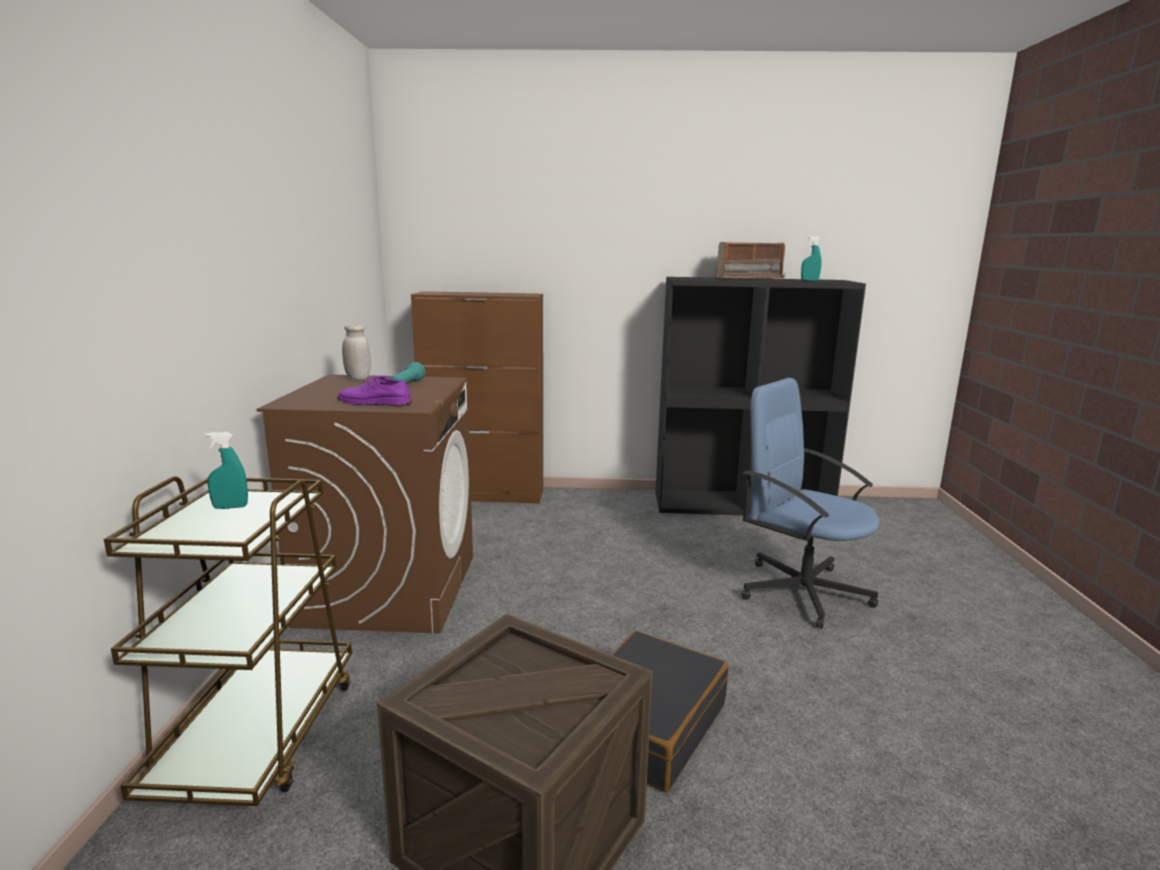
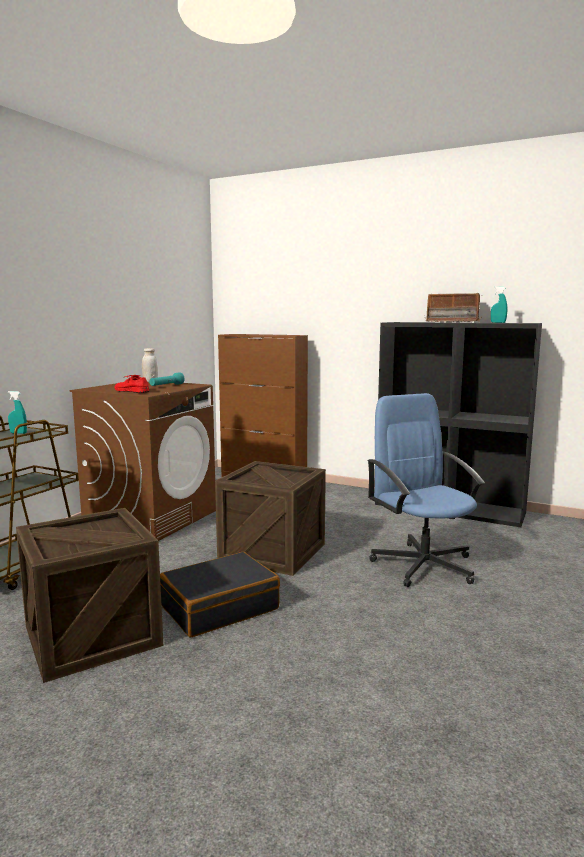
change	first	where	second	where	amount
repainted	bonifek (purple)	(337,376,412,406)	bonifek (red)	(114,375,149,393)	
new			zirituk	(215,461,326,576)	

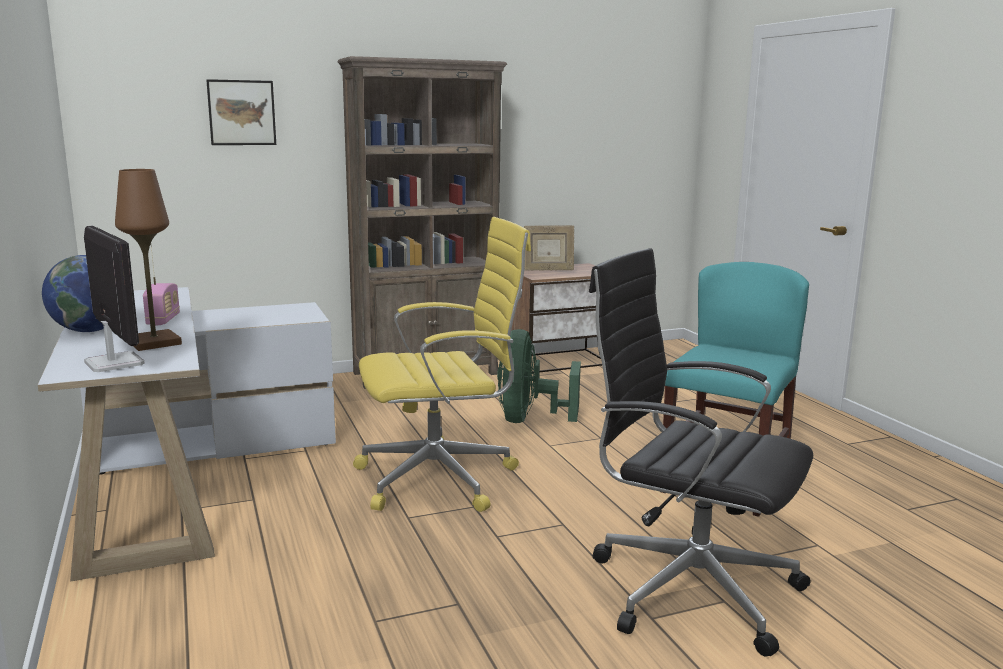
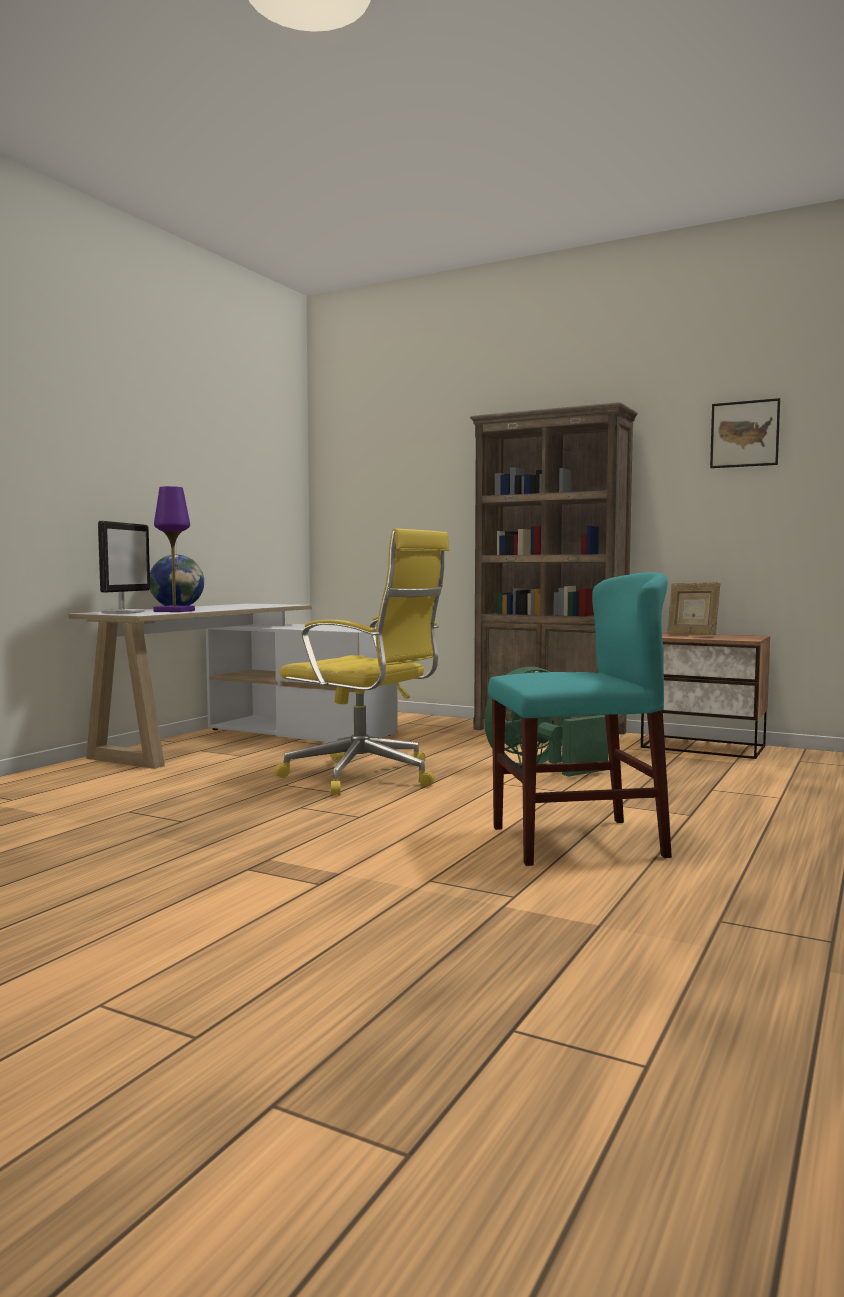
change	first	where	second	where	amount
shifted	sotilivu	(206,79,276,145)		(710,398,780,468)	
repainted	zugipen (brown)	(115,169,182,351)	zugipen (purple)	(153,486,195,612)	
gone	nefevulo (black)	(589,248,813,657)			
gone	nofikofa	(143,283,180,325)			

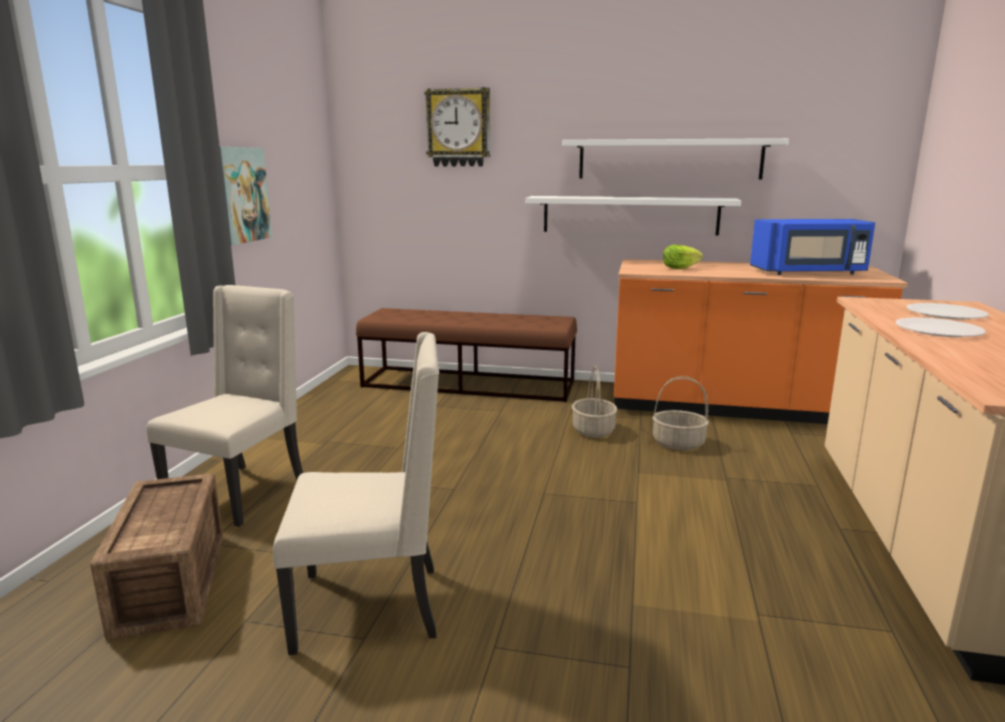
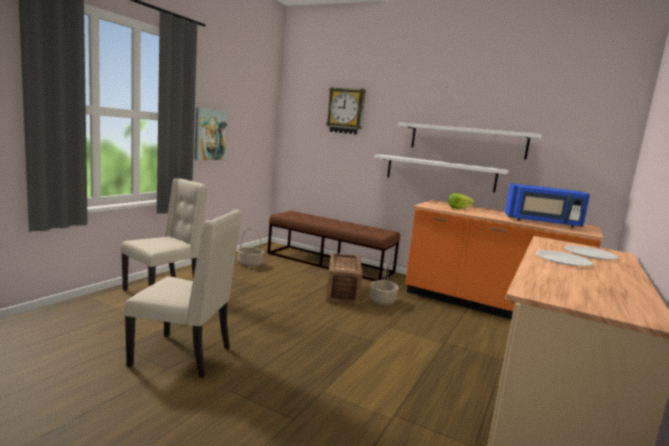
change	first	where	second	where	amount
shifted	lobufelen	(652,376,709,450)		(237,228,264,267)	
shifted	zirituk	(90,473,223,640)		(326,253,362,305)	

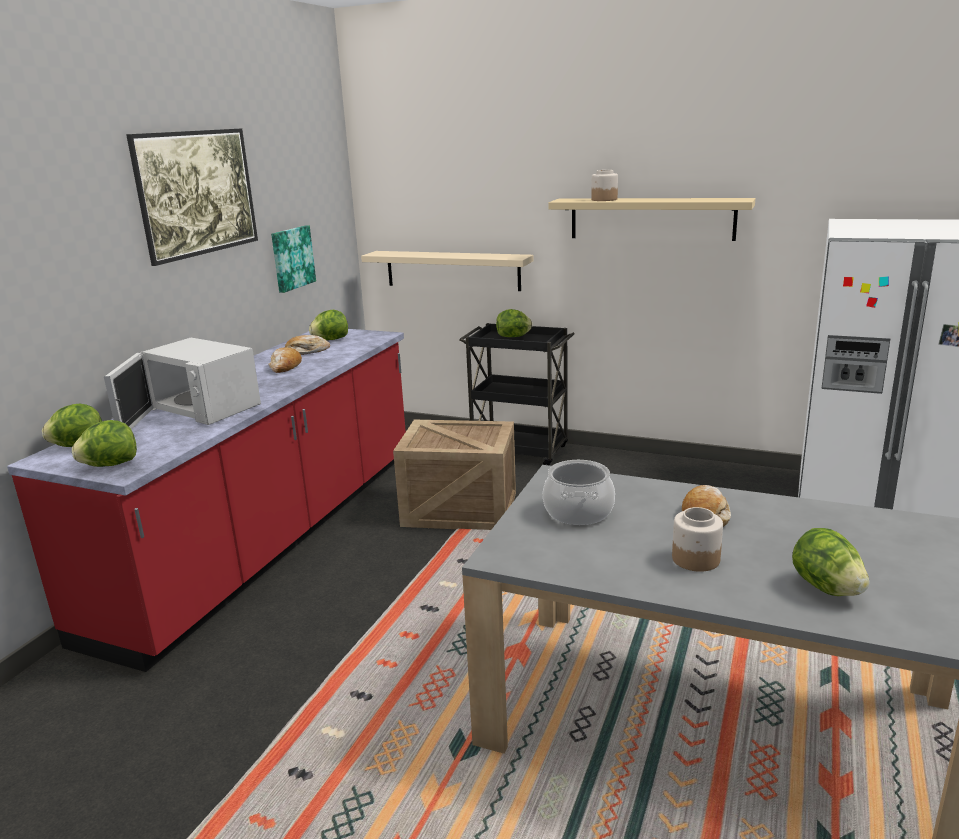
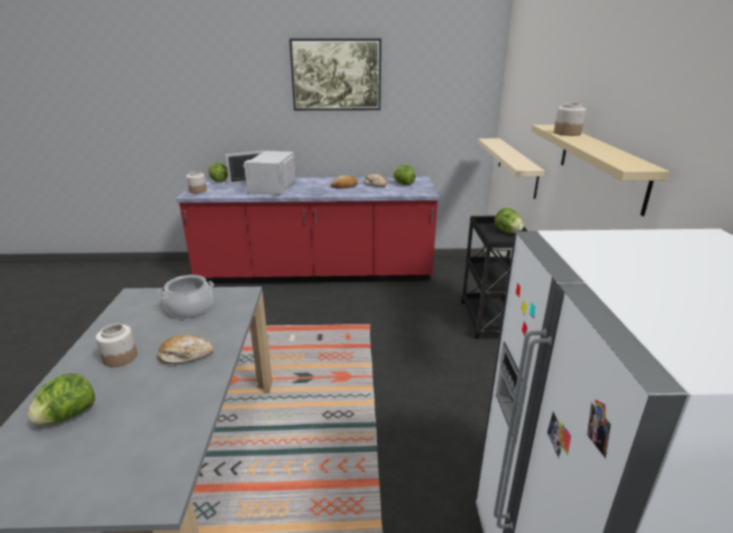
change	first	where	second	where	amount
gone	sotilivu	(271,226,316,293)			
swapped	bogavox	(72,420,137,467)	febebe	(187,171,207,193)	
gone	zirituk	(393,420,516,530)			

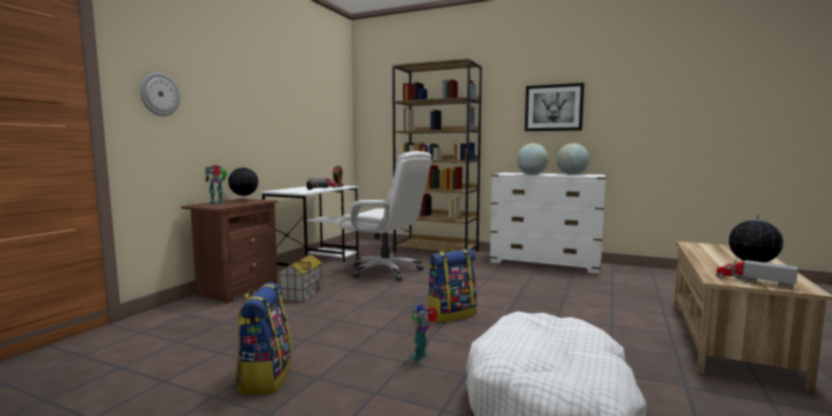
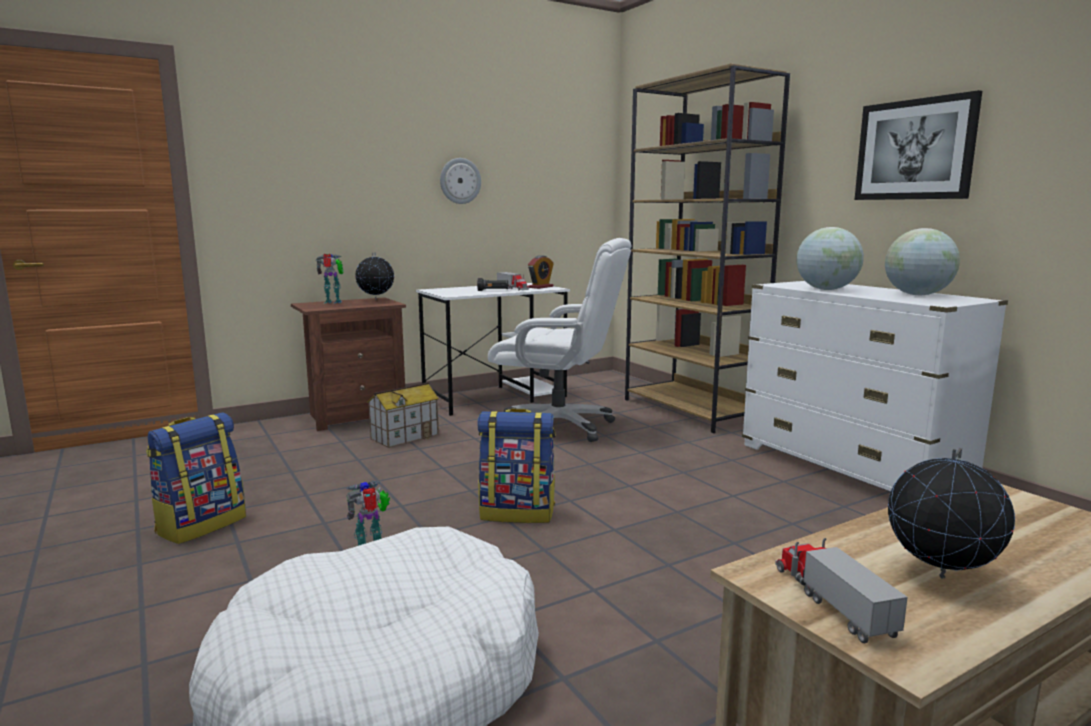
change	first	where	second	where	amount
shifted	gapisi	(140,72,180,116)		(440,158,481,204)	
rotated	nefevulo (white)	(338,151,432,281)		(488,238,632,442)	45 degrees counterclockwise

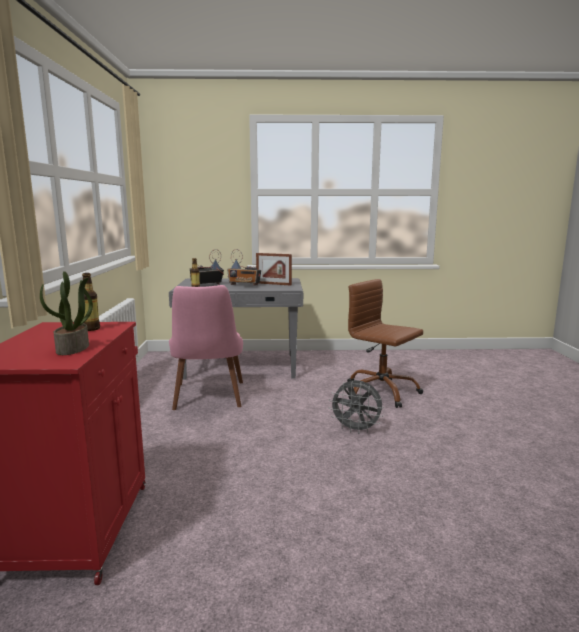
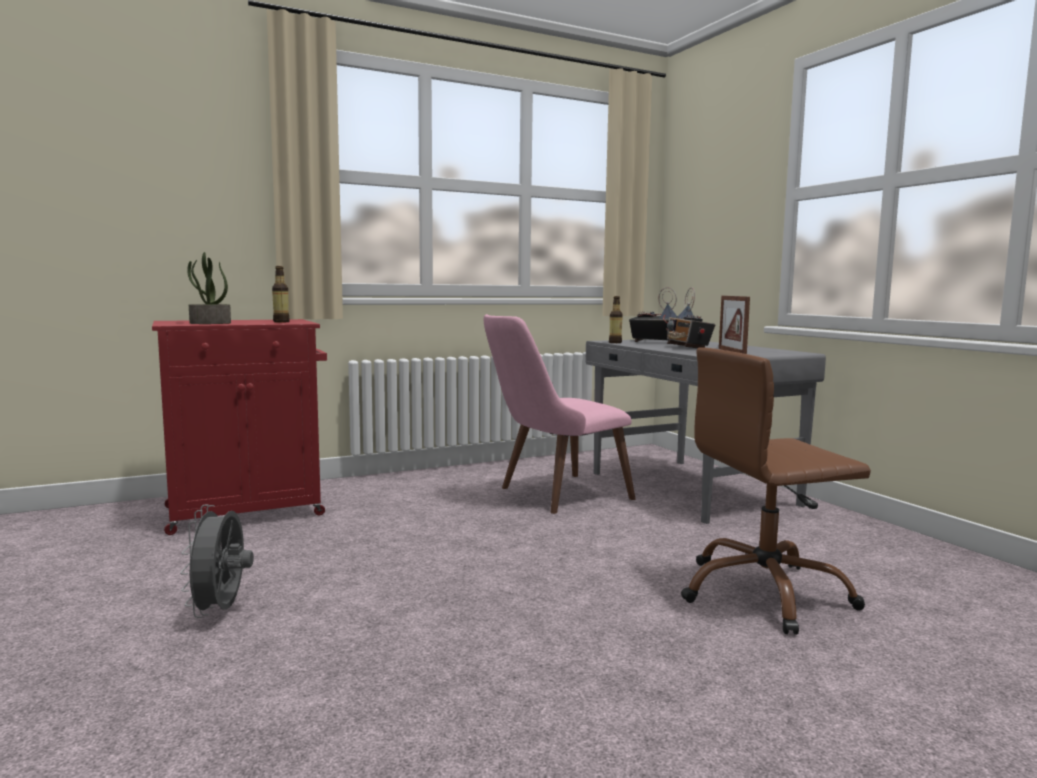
change	first	where	second	where	amount
rotated	nefevulo (brown)	(347,279,423,408)		(681,347,871,635)	120 degrees counterclockwise
shifted	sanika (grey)	(329,380,384,434)		(180,505,254,618)	

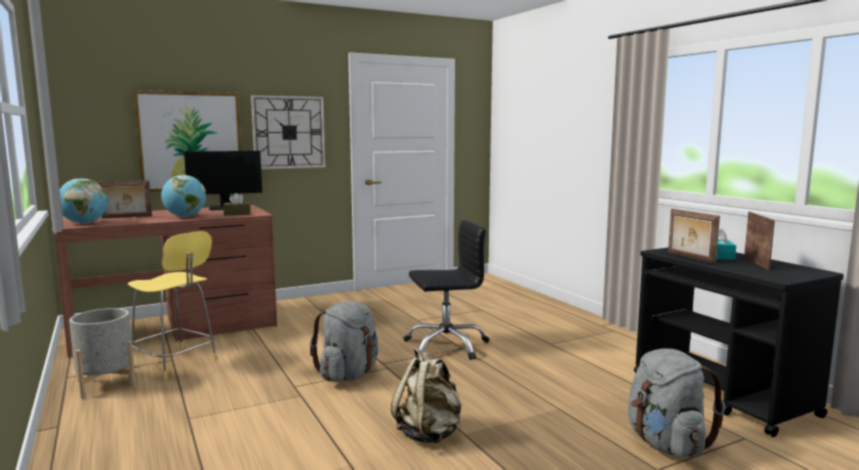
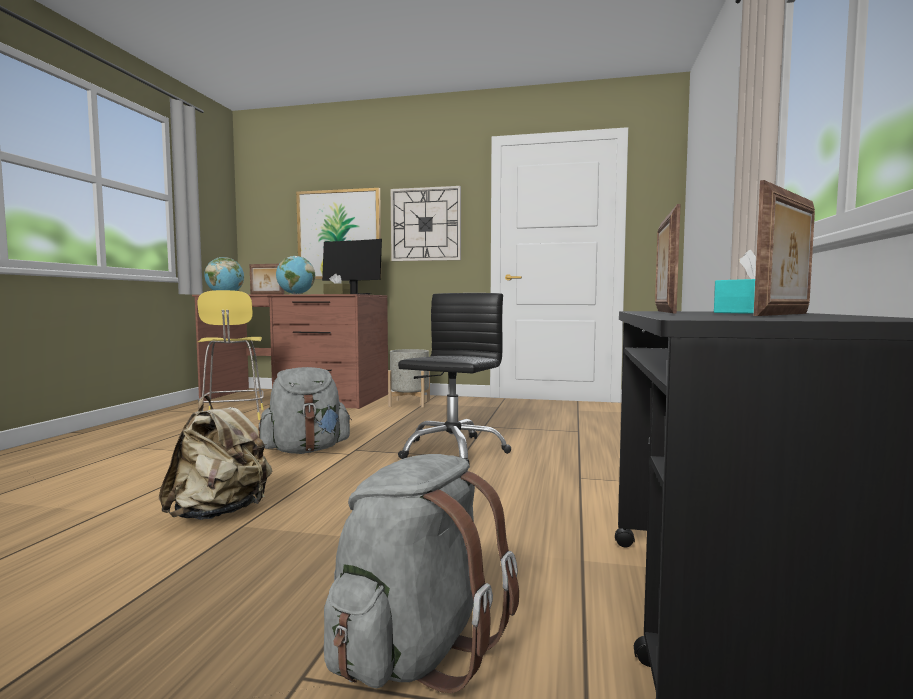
change	first	where	second	where	amount
rotated	nefevulo (black)	(403,220,489,360)		(398,293,511,465)	90 degrees counterclockwise
shifted	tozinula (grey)	(69,308,136,399)		(388,349,430,408)	

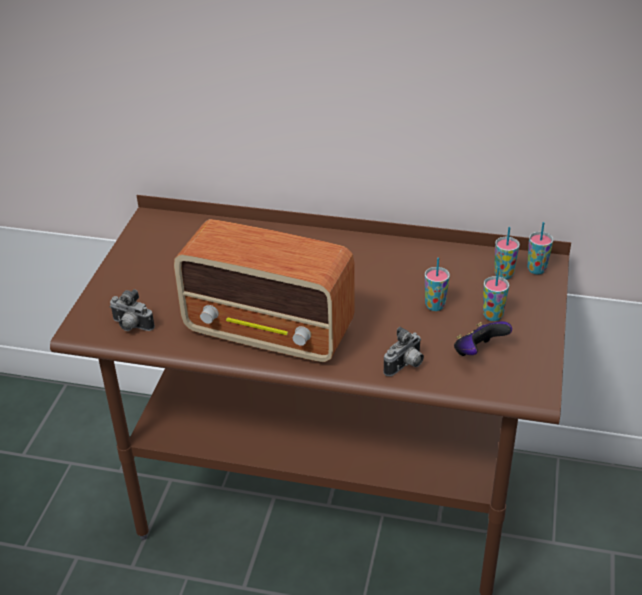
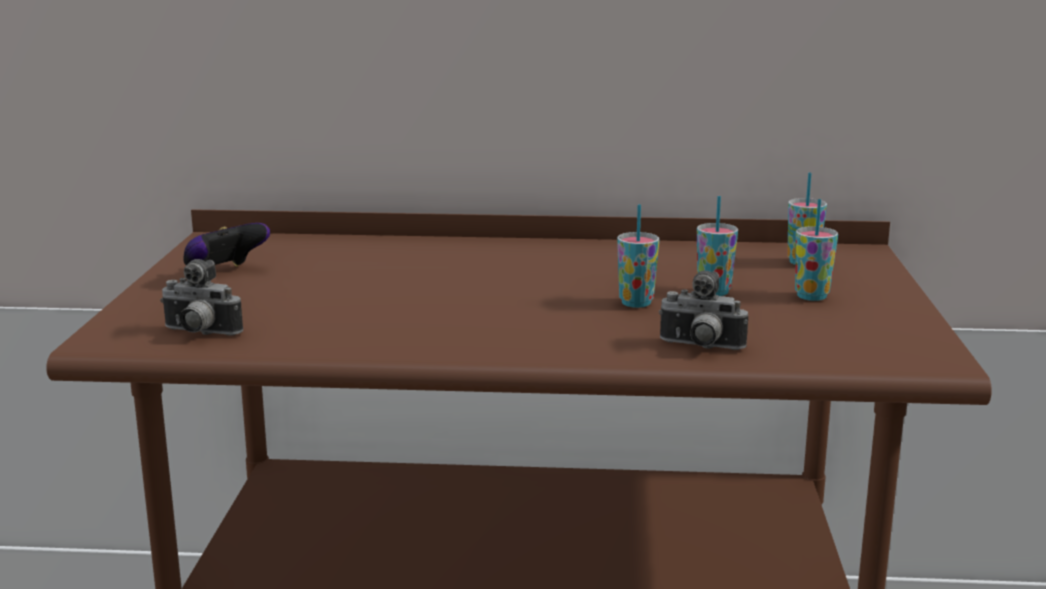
change	first	where	second	where	amount
gone	nofikofa	(174,219,355,363)			
shifted	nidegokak	(527,222,553,274)		(617,204,659,308)	
shifted	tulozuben	(454,321,512,356)		(183,223,270,267)	
rotated	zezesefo	(383,327,424,376)		(659,271,748,350)	75 degrees clockwise

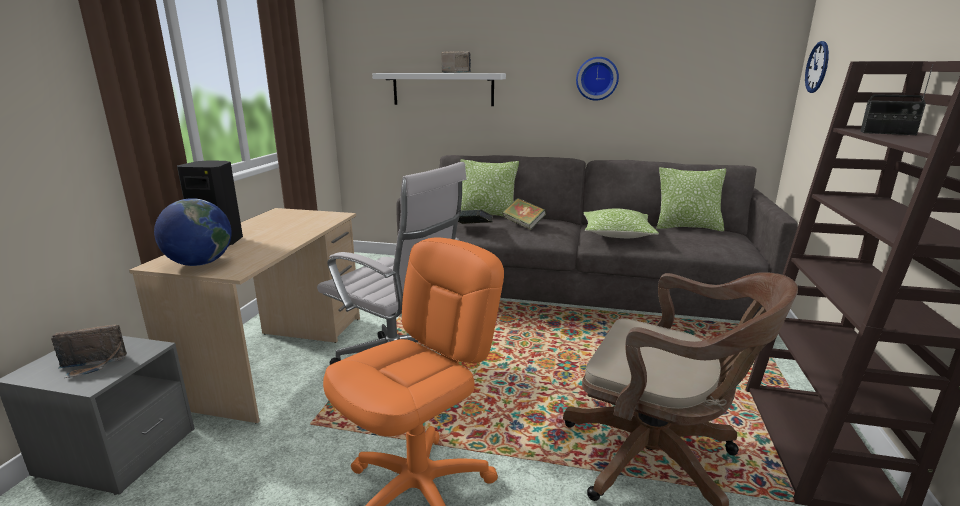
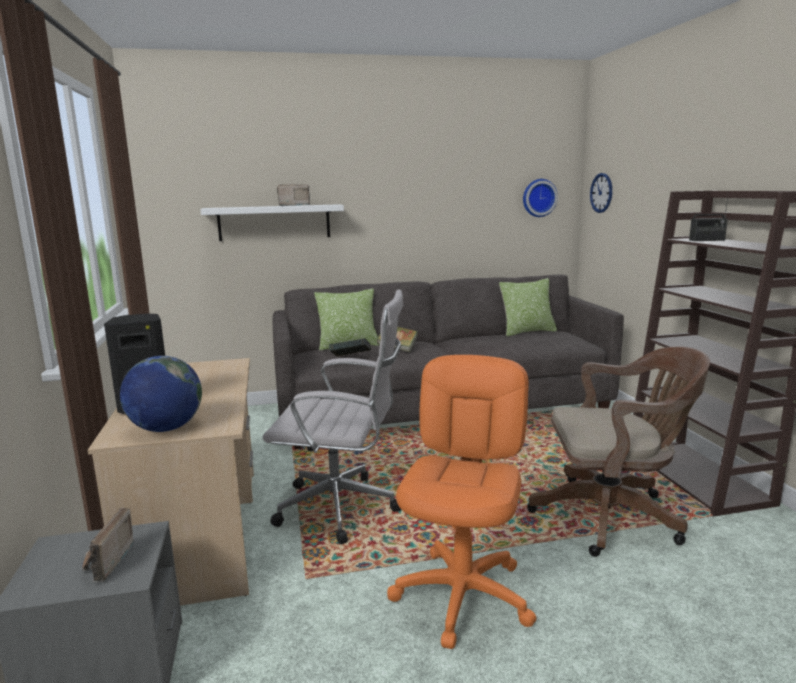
change	first	where	second	where	amount
shifted	gapisi	(576,57,619,101)		(523,179,558,217)	
gone	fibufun	(583,209,659,238)			
rotated	nofikofa	(51,325,127,378)		(81,508,134,583)	135 degrees clockwise

